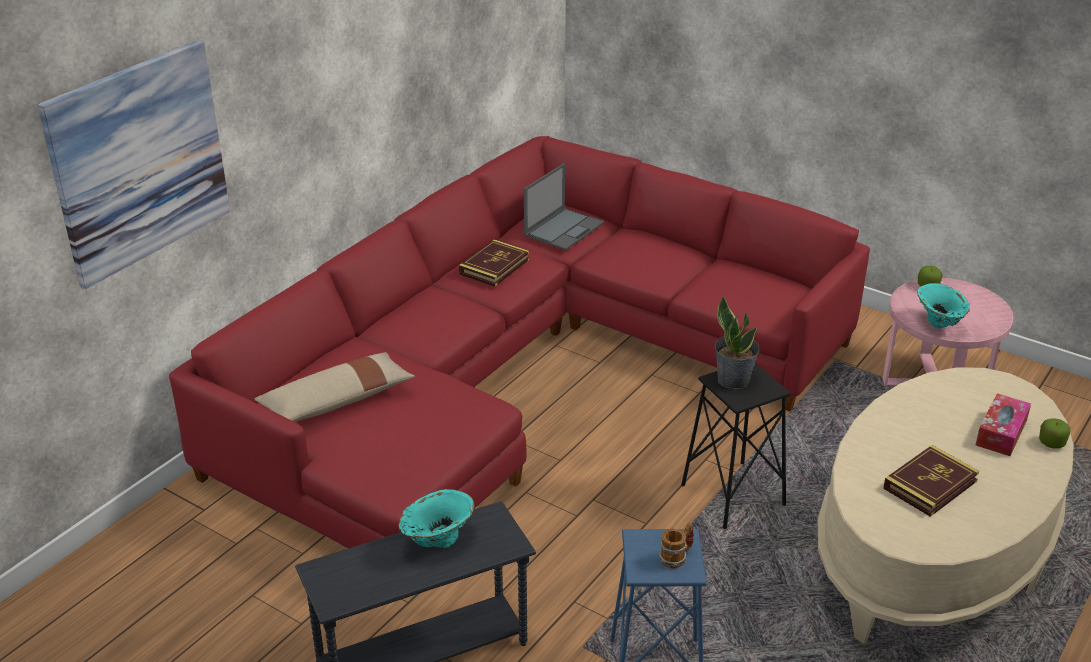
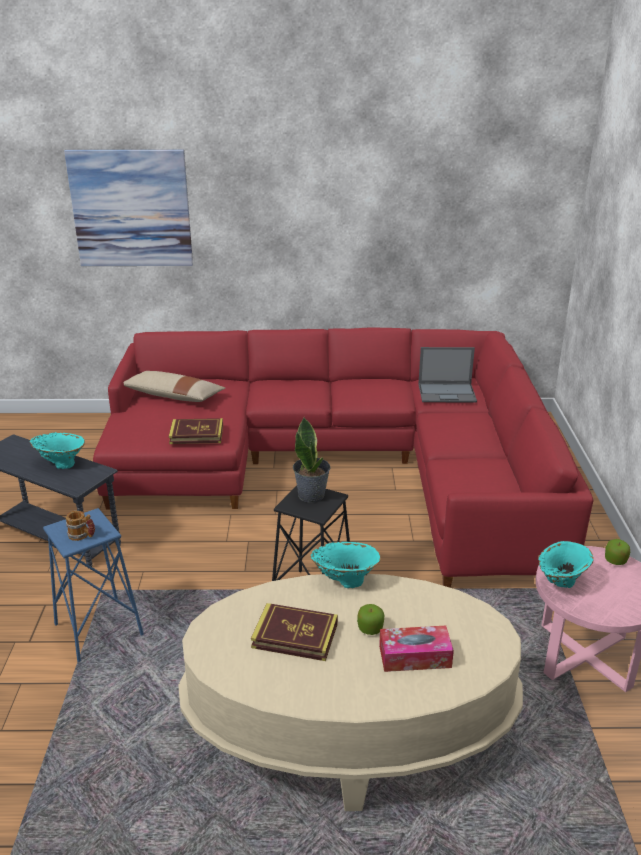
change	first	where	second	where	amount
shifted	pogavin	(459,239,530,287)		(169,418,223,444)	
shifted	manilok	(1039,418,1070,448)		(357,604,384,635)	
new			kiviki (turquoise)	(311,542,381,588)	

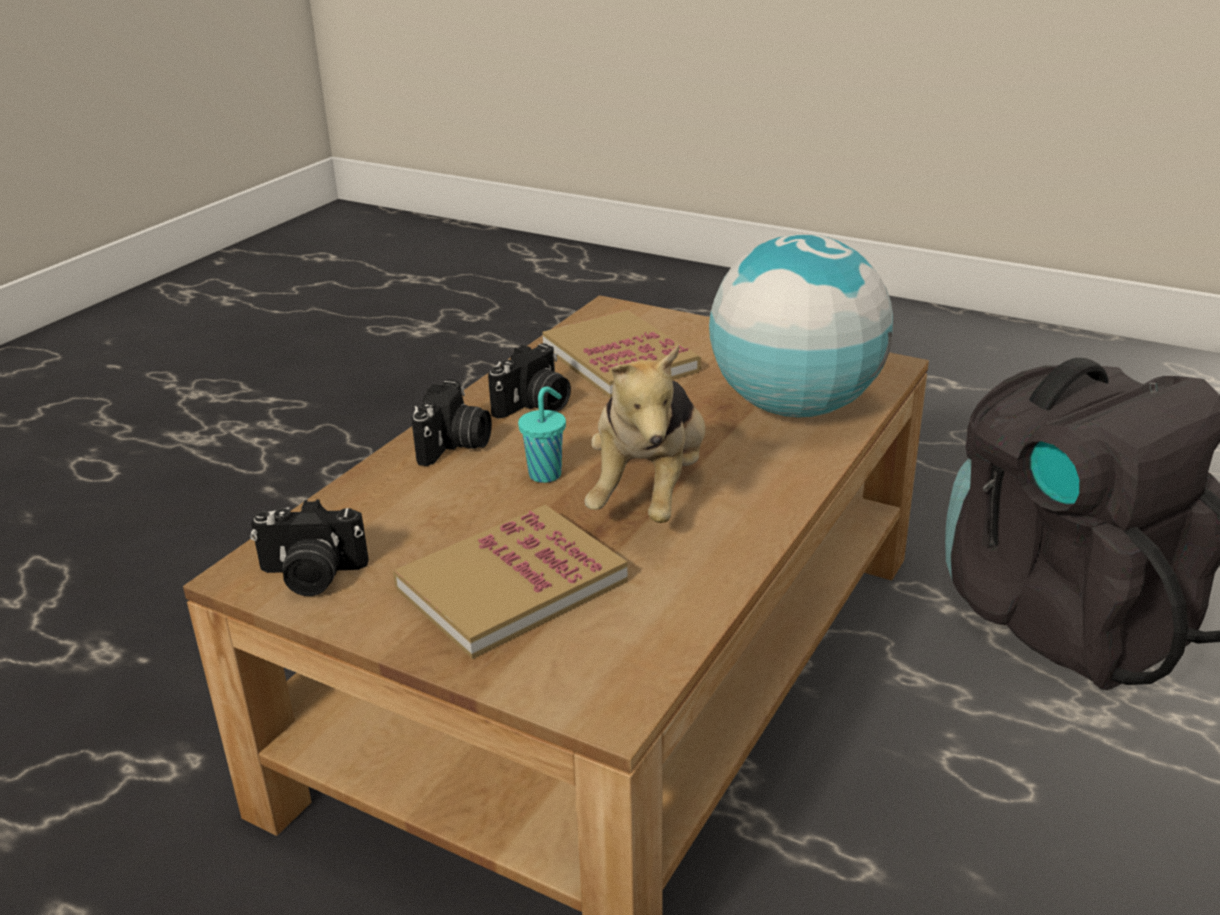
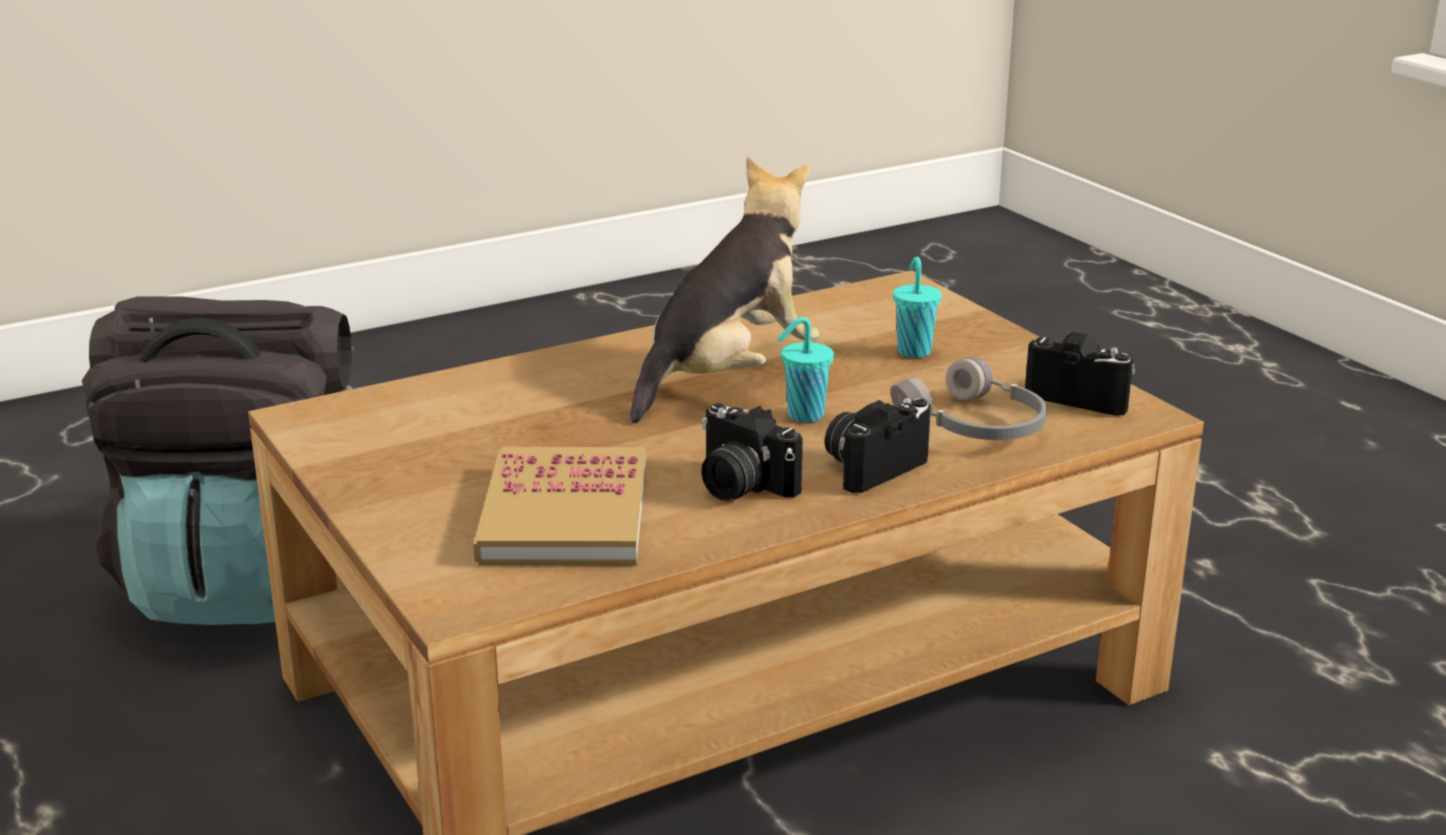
change	first	where	second	where	amount
gone	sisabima	(709,234,893,418)			
rotated	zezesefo	(488,343,571,418)		(701,403,803,501)	120 degrees counterclockwise
swapped	pogavin	(393,505,628,659)	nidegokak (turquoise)	(893,257,942,358)	
new			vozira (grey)	(890,356,1047,440)	

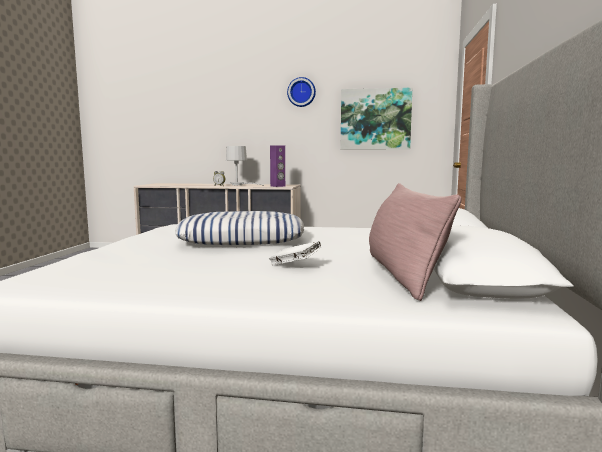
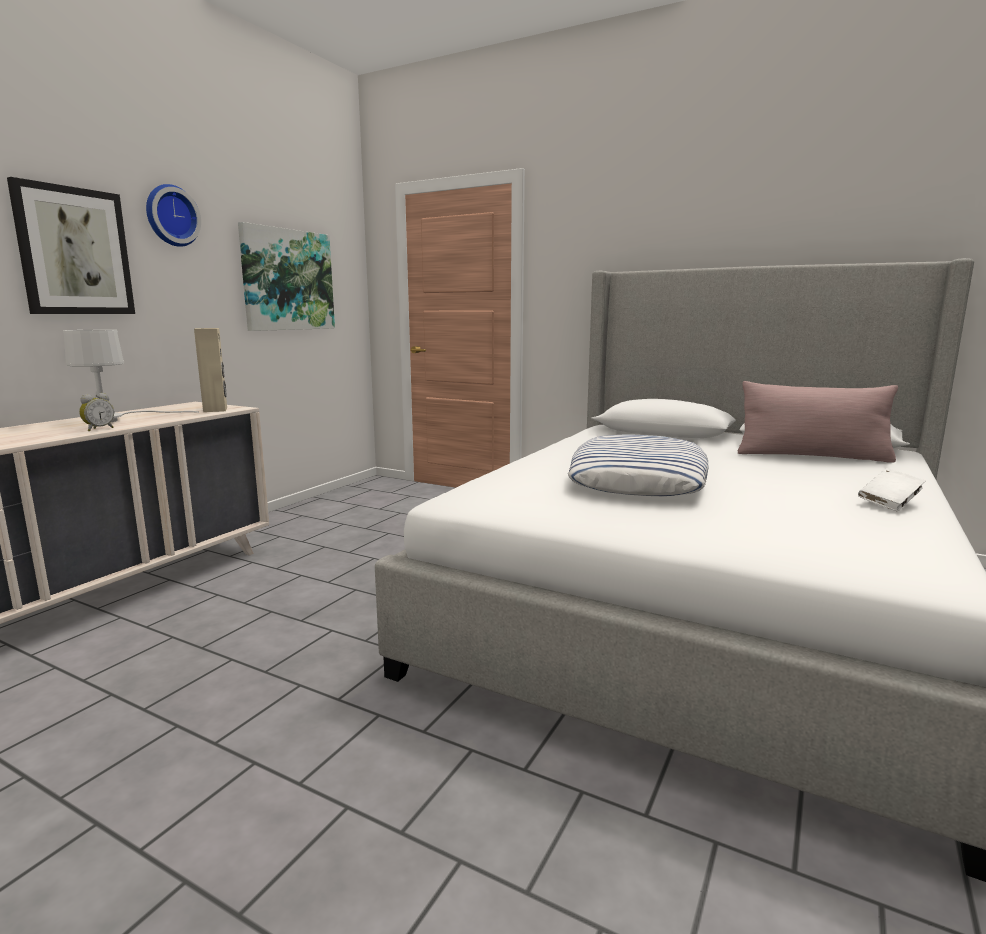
change	first	where	second	where	amount
repainted	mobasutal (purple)	(270,145,285,187)	mobasutal (beige)	(194,328,227,412)	
shifted	pogavin (white)	(269,241,322,266)		(858,468,926,511)	
new			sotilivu	(7,177,135,314)	

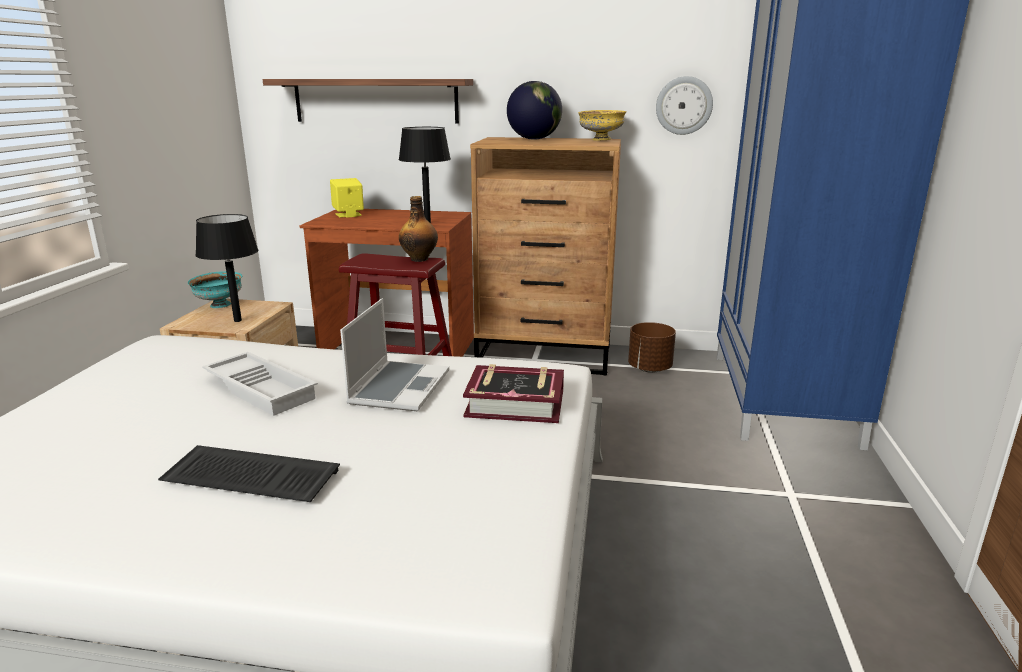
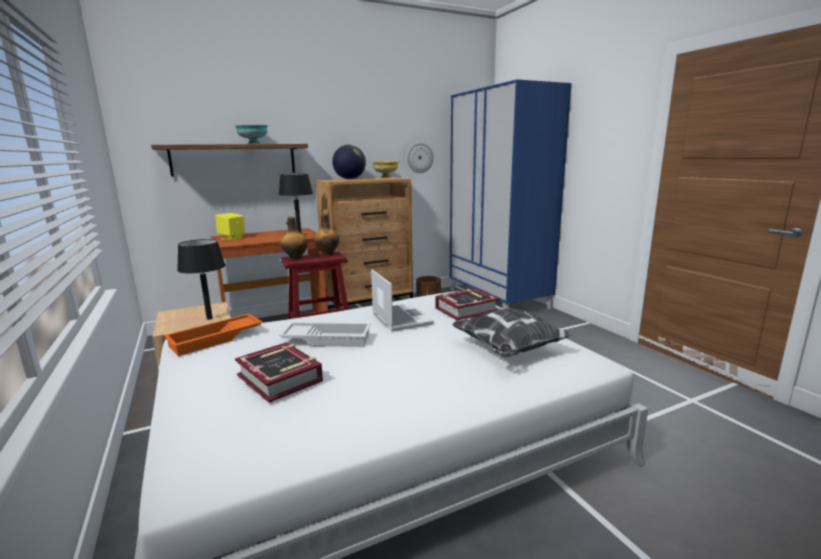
change	first	where	second	where	amount
shifted	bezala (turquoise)	(188,271,242,308)		(235,125,268,144)	
gone	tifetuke	(158,445,340,502)			
new			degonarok	(281,217,308,259)	
new			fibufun	(452,308,573,358)	
new			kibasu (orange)	(164,314,263,356)	
new			pogavin	(235,342,323,403)	

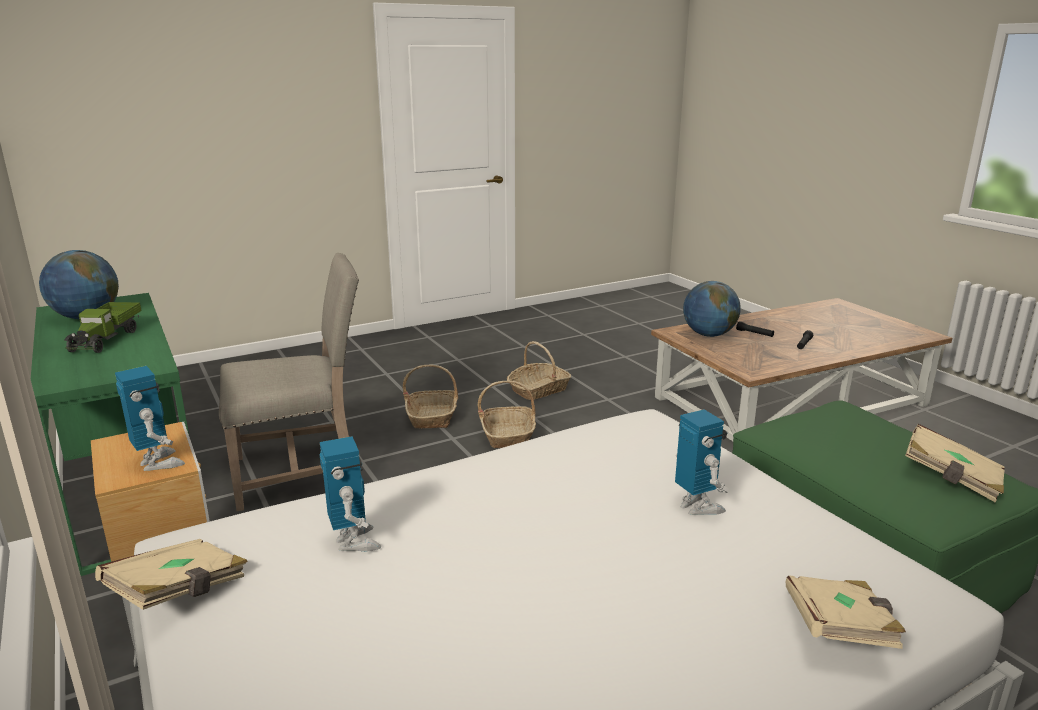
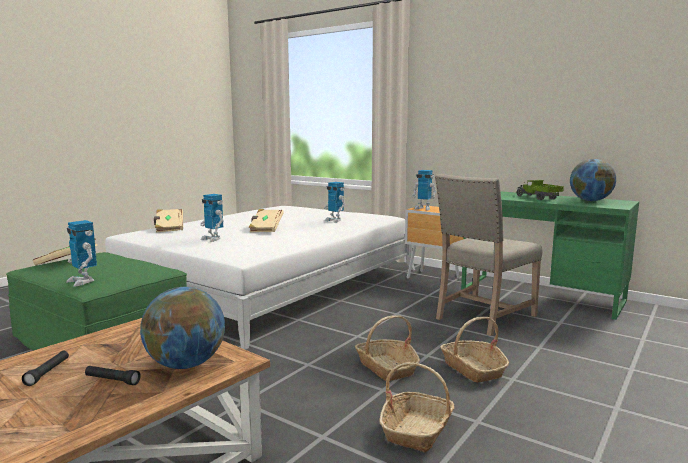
change	first	where	second	where	amount
shifted	pogavin (beige)	(95,539,248,610)		(249,209,284,232)	
new			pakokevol	(66,220,97,287)	

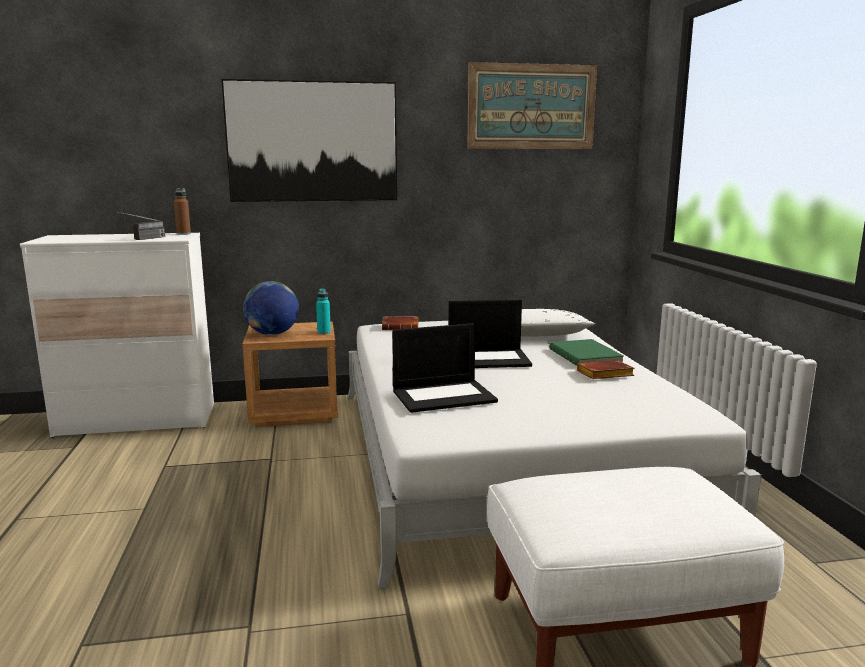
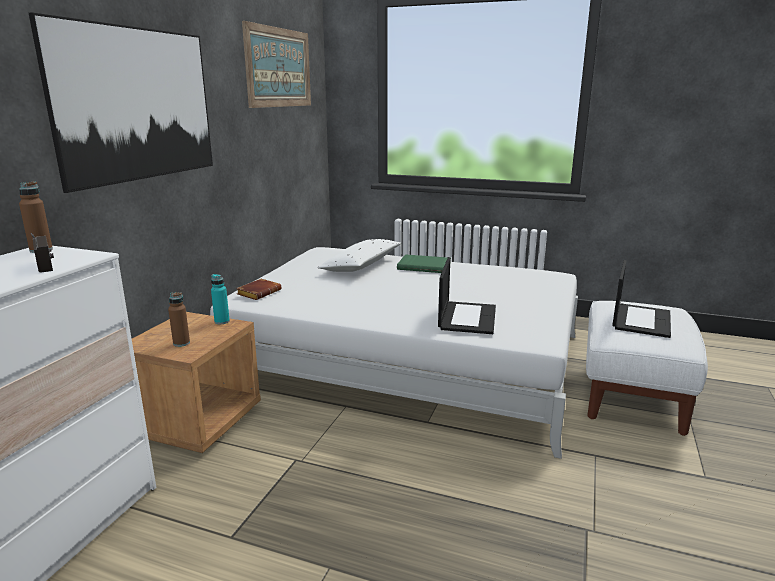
change	first	where	second	where	amount
swapped	sisabima	(243,281,299,335)	degonarok (brown)	(168,292,190,347)	
shifted	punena	(449,299,532,368)		(612,260,671,338)	
gone	pogavin (brown)	(577,360,635,379)			

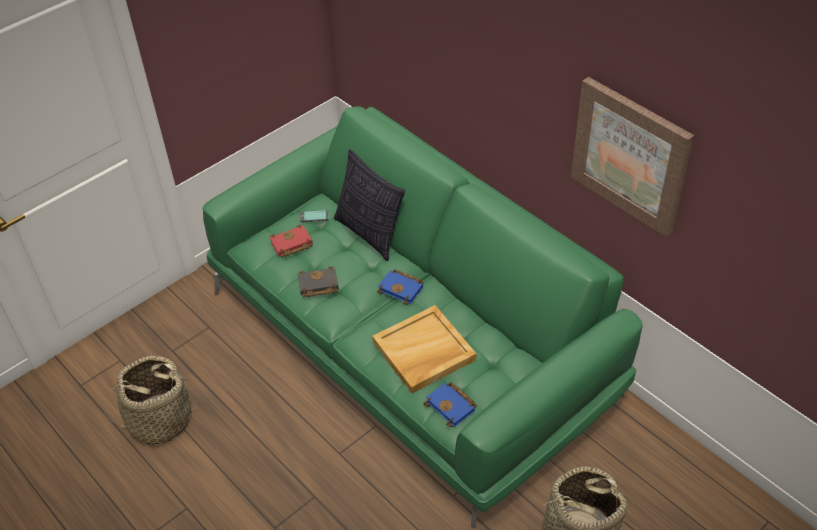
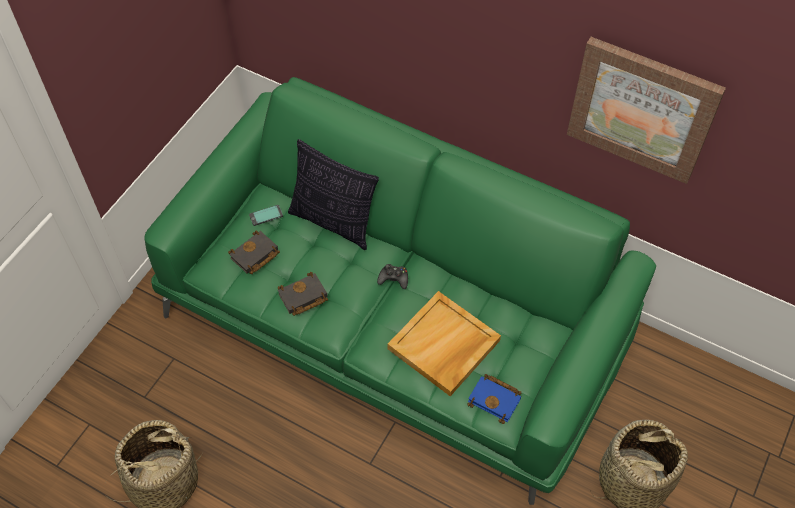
change	first	where	second	where	amount
repainted	pogavin (red)	(270,225,313,257)	pogavin (black)	(228,231,280,274)	
swapped	pogavin (blue)	(377,269,424,305)	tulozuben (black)	(377,264,408,289)	

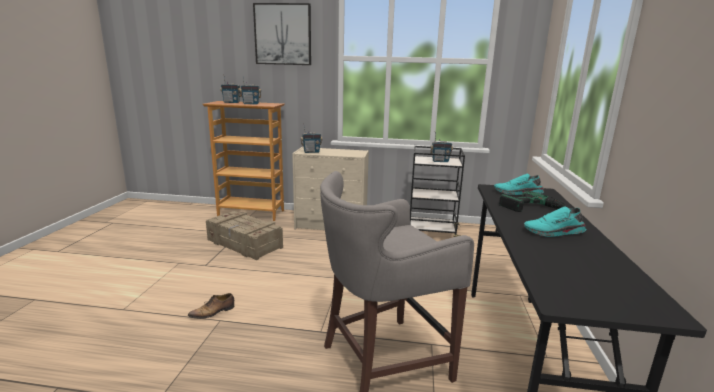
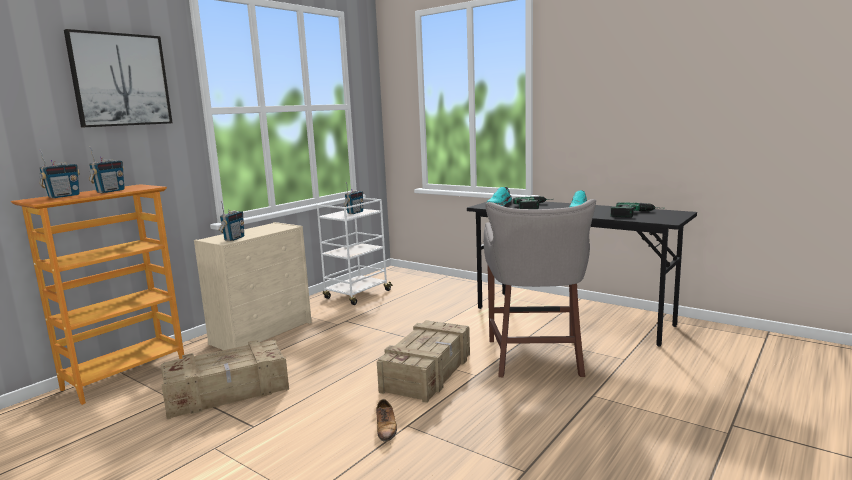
change	first	where	second	where	amount
repainted	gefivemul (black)	(410,146,465,237)	gefivemul (white)	(317,198,393,305)	
new			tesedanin	(611,202,657,218)	
new			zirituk	(377,320,470,403)	

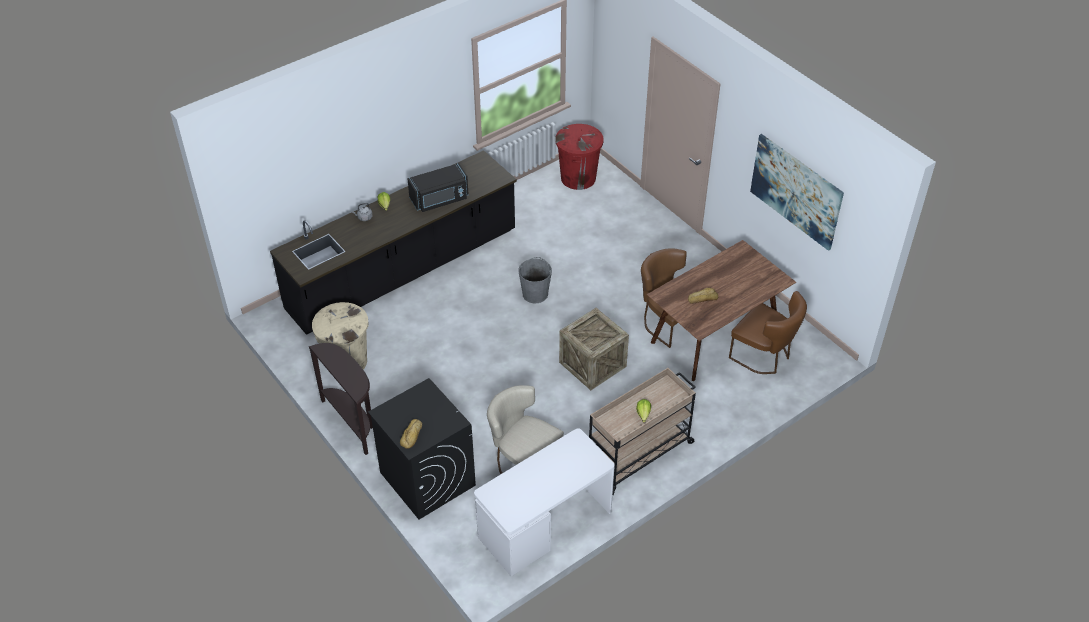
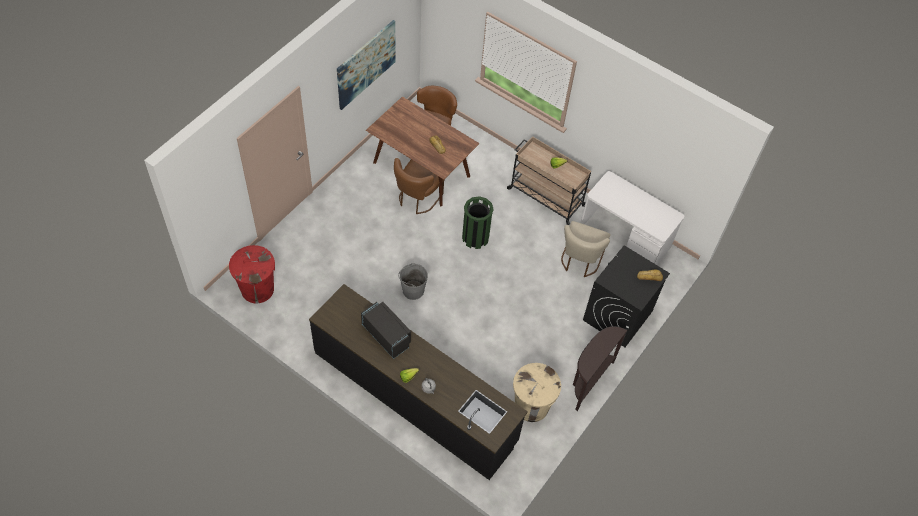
change	first	where	second	where	amount
swapped	zirituk	(559,308,629,390)	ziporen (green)	(462,196,494,249)	

